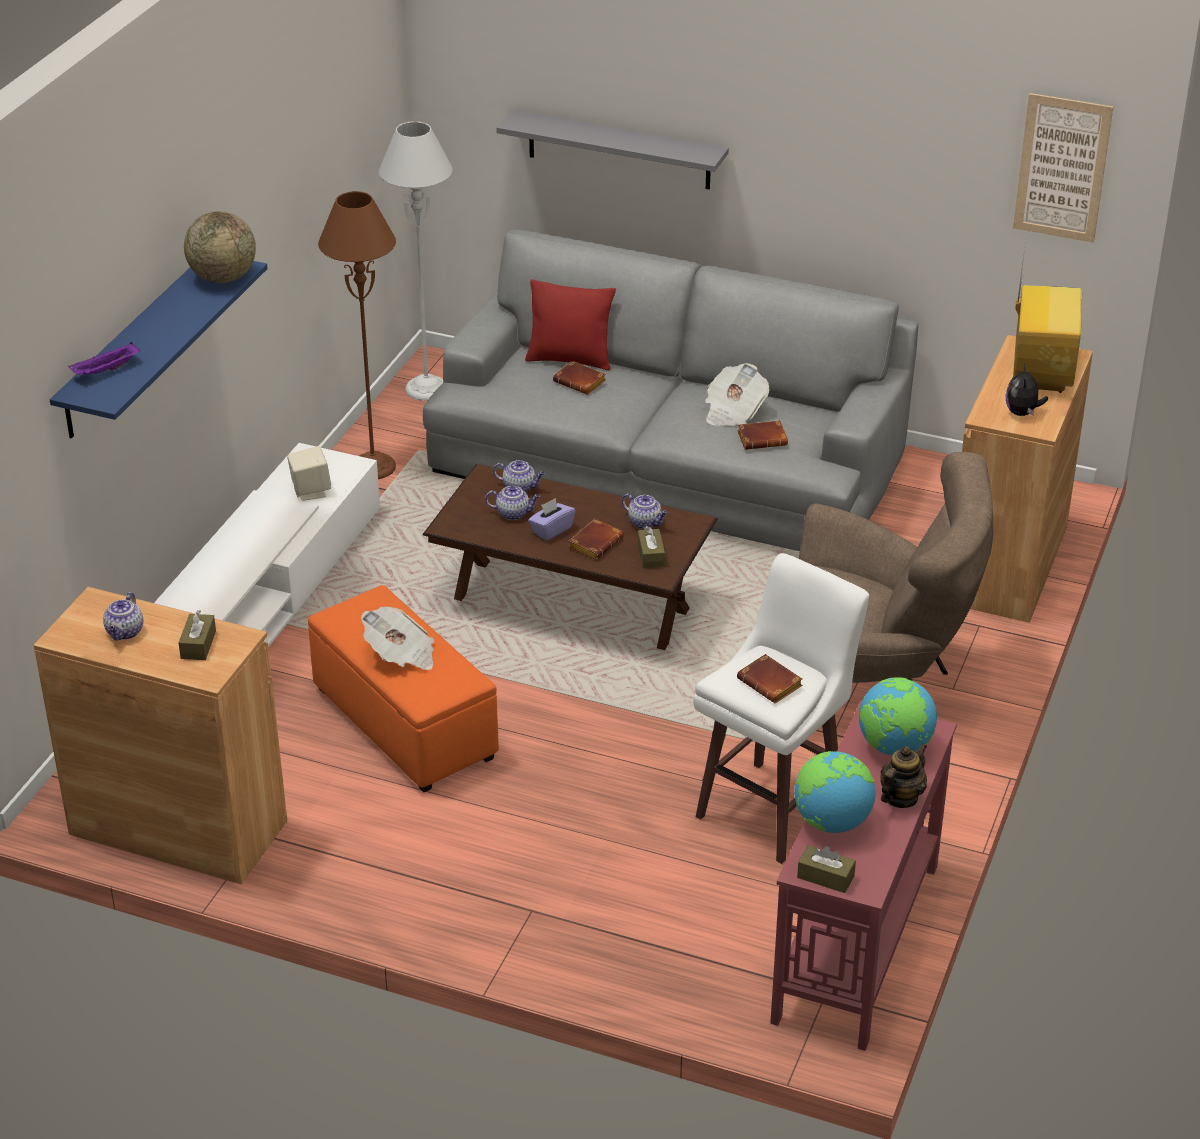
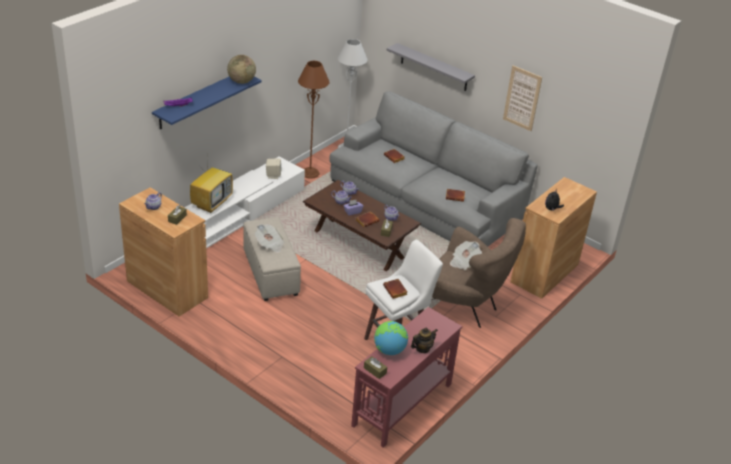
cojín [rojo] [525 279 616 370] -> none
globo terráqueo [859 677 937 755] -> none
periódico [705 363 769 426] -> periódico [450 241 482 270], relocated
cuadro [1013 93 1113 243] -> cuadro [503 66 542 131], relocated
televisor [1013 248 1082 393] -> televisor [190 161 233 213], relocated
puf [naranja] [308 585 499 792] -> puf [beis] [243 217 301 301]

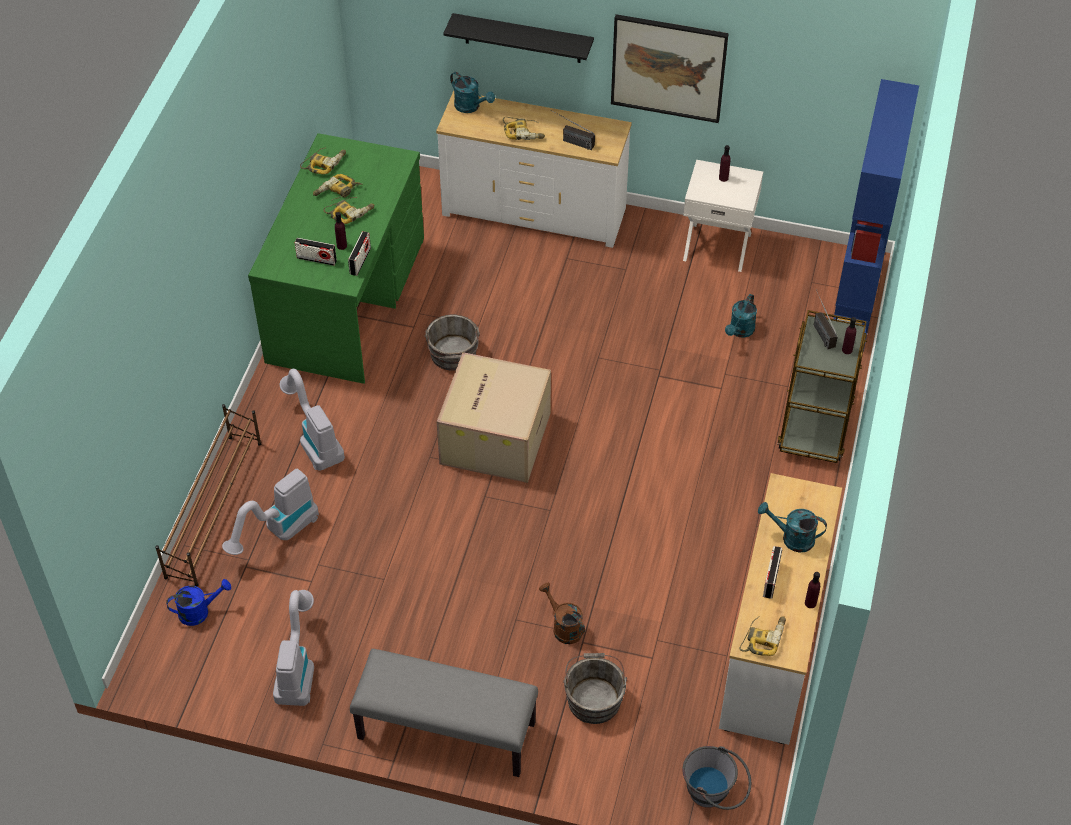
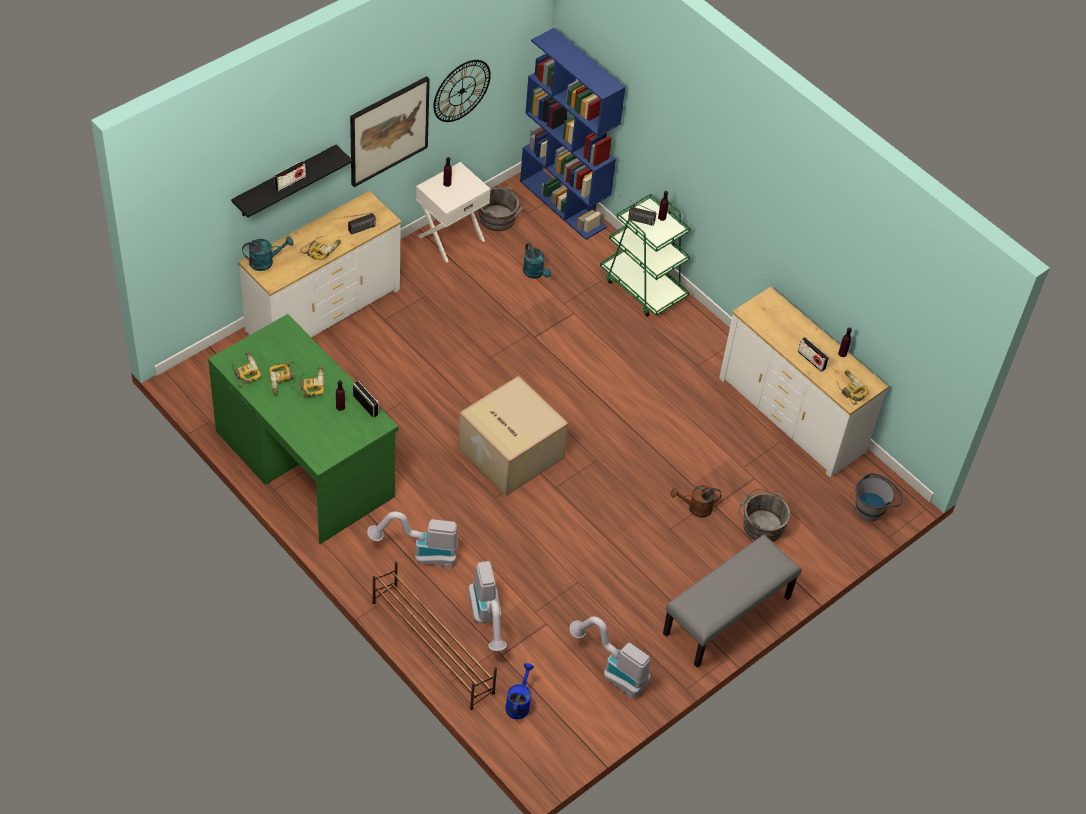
regadera [turquesa] [758 502 827 552] -> none
none -> reloj de pared [433 60 491 122]
radio [295 238 337 266] -> radio [274 161 306 192], relocated
cubo [gris] [425 315 480 371] -> cubo [gris] [479 186 524 231], relocated
carrito [marrón] [777 310 867 463] -> carrito [verde] [600 193 691 317]

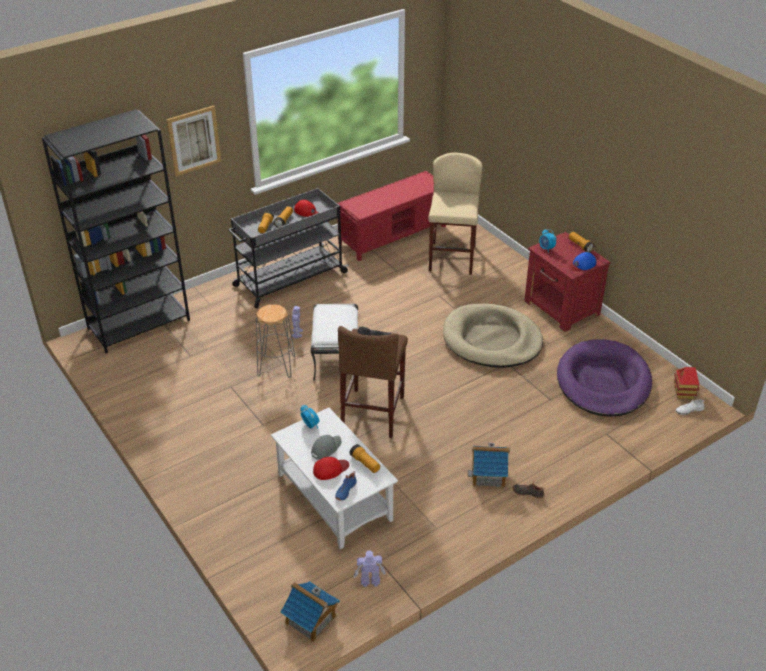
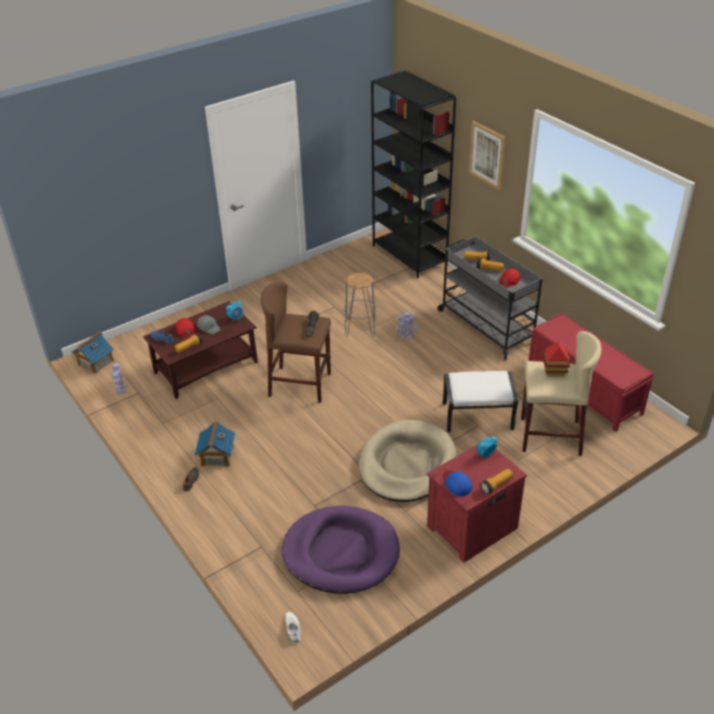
puf [blanco] [311 304 358 381] -> puf [blanco] [443 371 518 433], relocated
casita [674 367 700 399] -> casita [543 341 570 377], relocated
mesa de centro [blanco] [271 408 398 549] -> mesa de centro [marrón] [143 301 258 399]

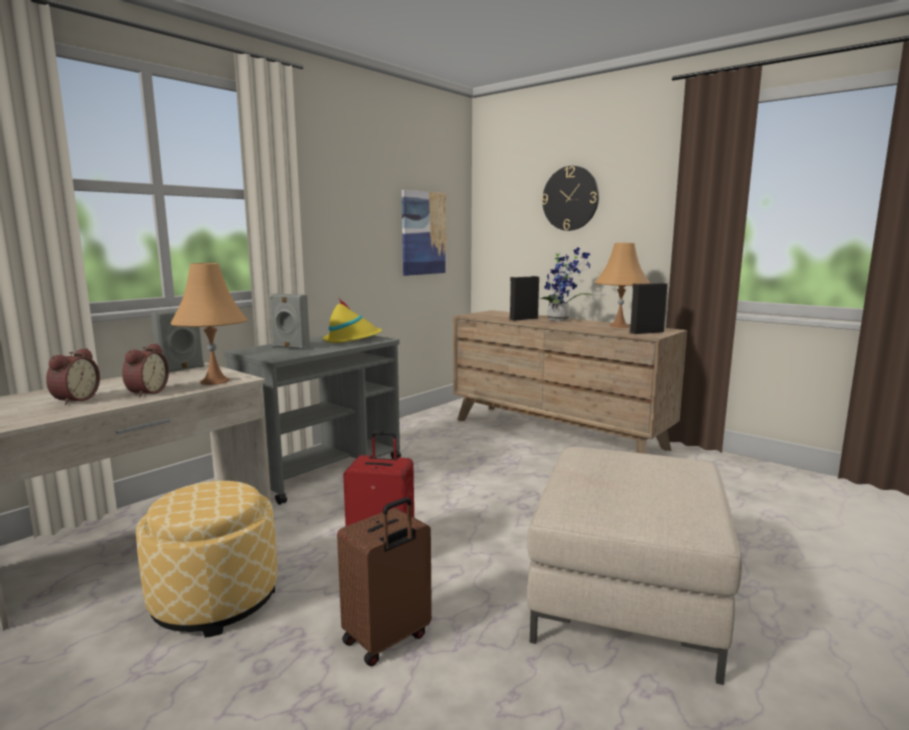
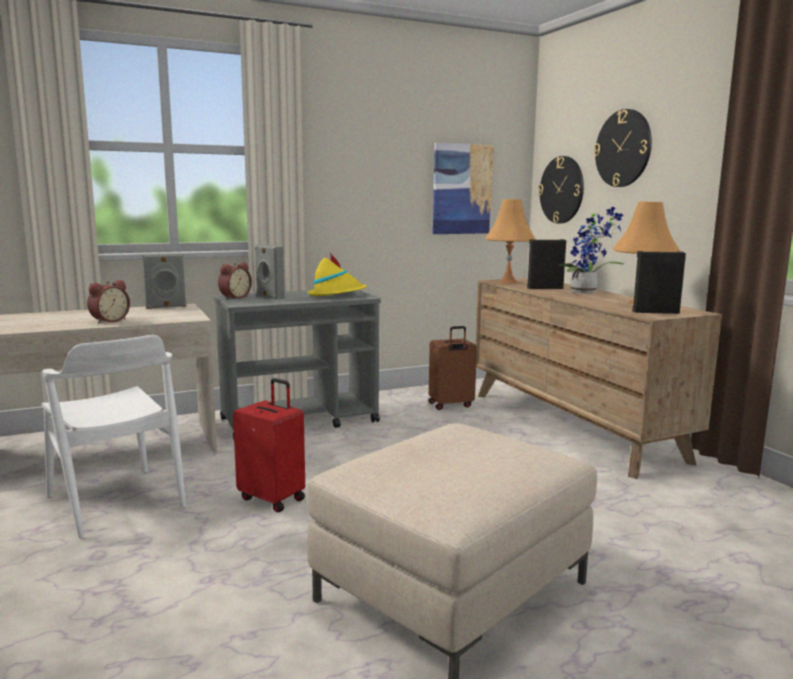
none -> reloj de pared [538 156 584 224]
despertador [46 348 100 405] -> despertador [218 262 252 300], relocated
lámpara de mesa [naranja] [171 263 247 385] -> lámpara de mesa [naranja] [485 199 536 284], relocated
maleta [marrón] [337 497 432 666] -> maleta [marrón] [428 326 477 410], relocated
puf [136 481 277 638] -> silla [blanco] [42 335 186 539]

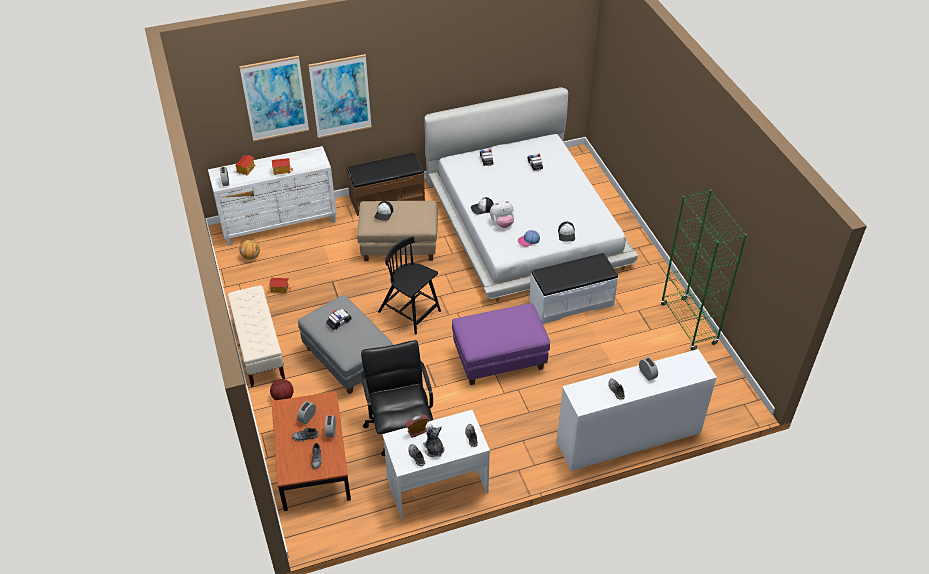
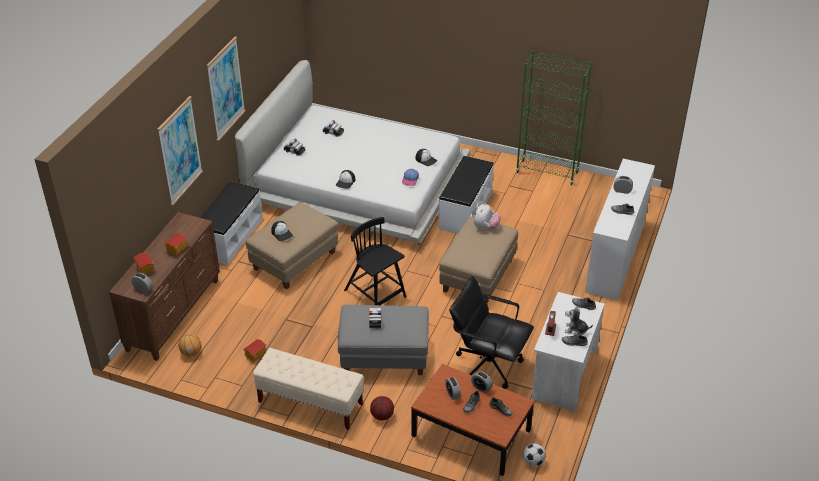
none -> balón de fútbol [523 443 546 466]
cuadro [239 56 309 142] -> cuadro [206 37 246 141], relocated
peluche [490 200 514 228] -> peluche [474 203 501 230], relocated
cómoda [blanco] [208 146 337 246] -> cómoda [marrón] [109 212 220 361]
banco [marrón] [346 153 425 216] -> banco [blanco] [200 181 263 265]
puf [morado] [452 303 550 385] -> puf [beis] [439 216 518 303]
silla [negro] [378 236 441 335] -> silla [negro] [344 217 406 305], 60 degrees clockwise

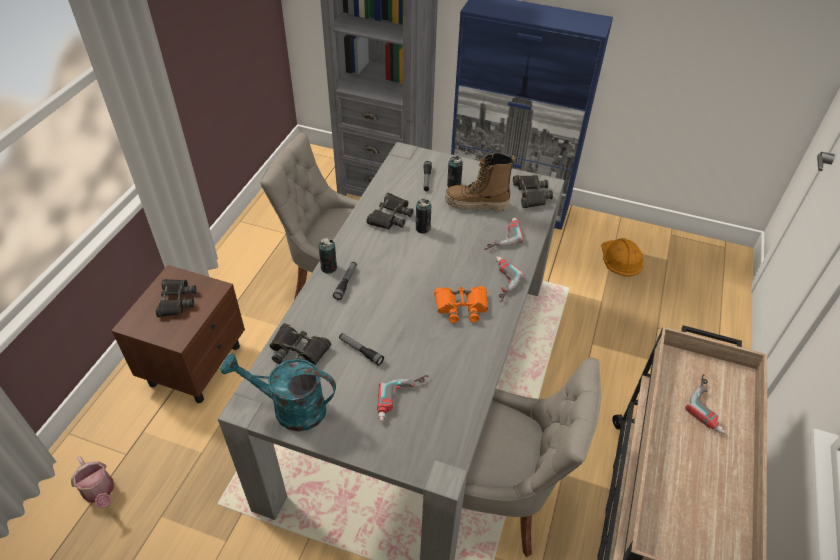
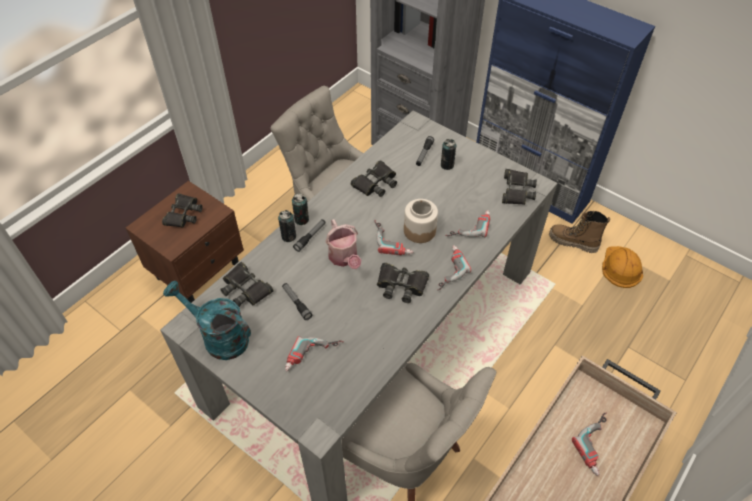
none -> taladro [374 220 413 255]
none -> tarro [404 199 438 243]
regadera [71 456 114 508] -> regadera [325 219 361 269], relocated
lata [416 199 432 233] -> lata [278 210 296 242], relocated
bota [445 153 515 212] -> bota [549 211 610 253], relocated
prismáticos [naranja] [434 286 488 323] -> prismáticos [negro] [377 263 429 303]

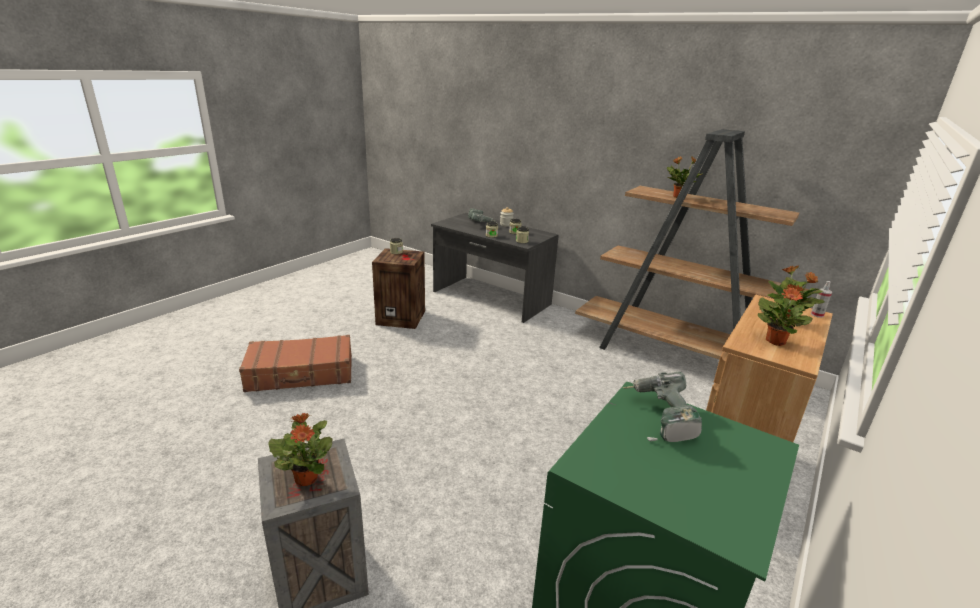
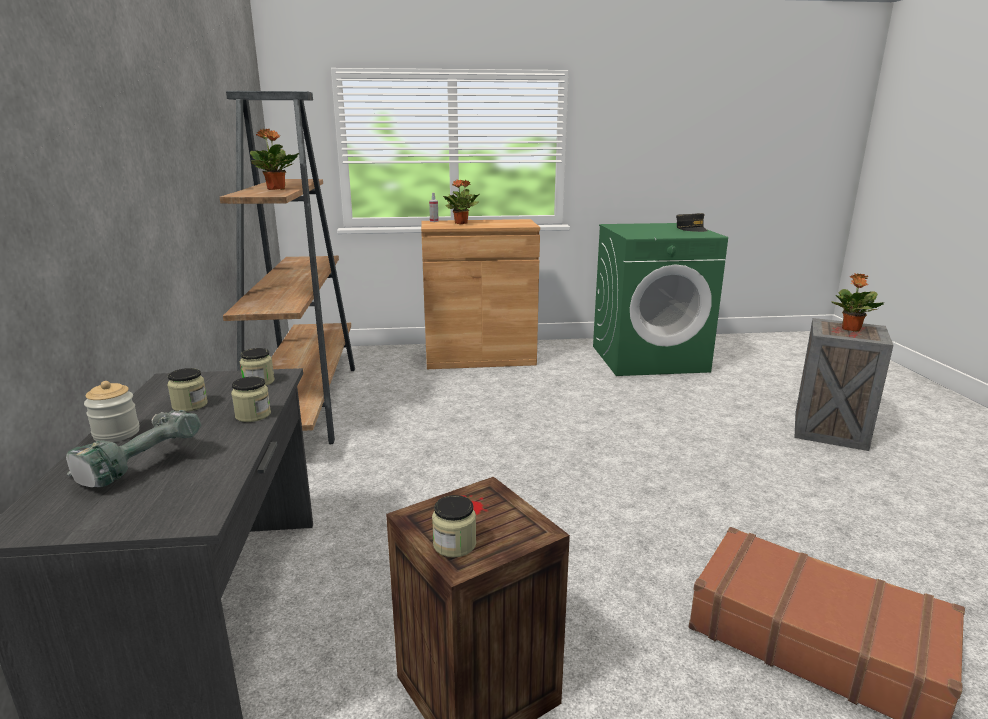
taladro [622 372 702 442] -> none
planta en maceta [757 284 814 346] -> none
none -> gorra [gris] [676 213 708 232]

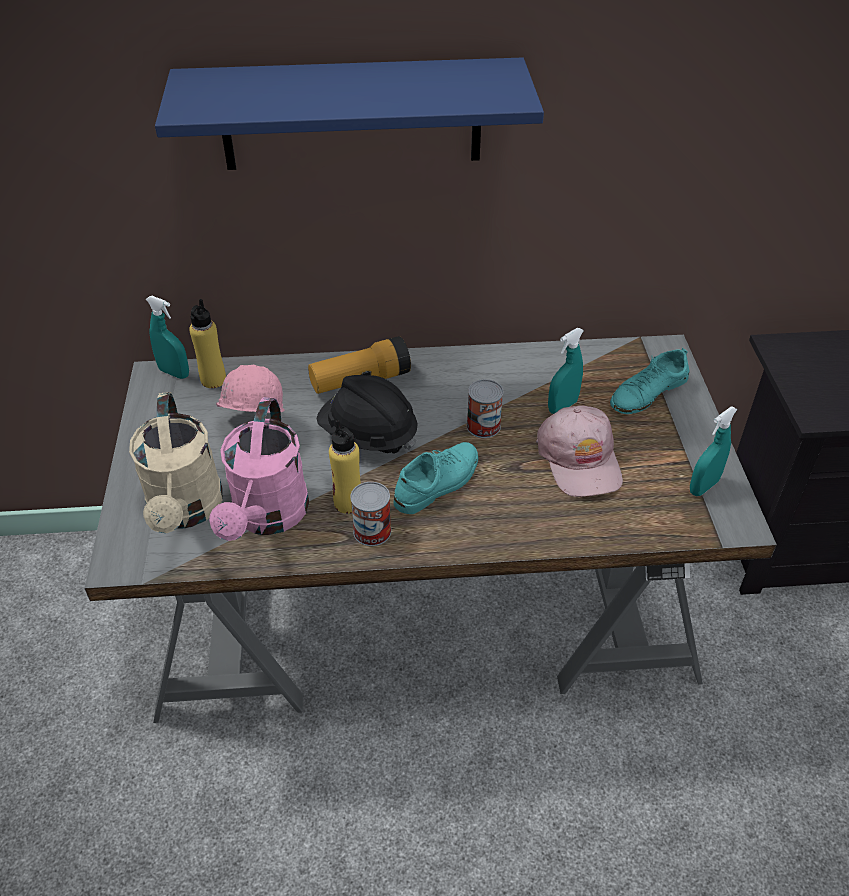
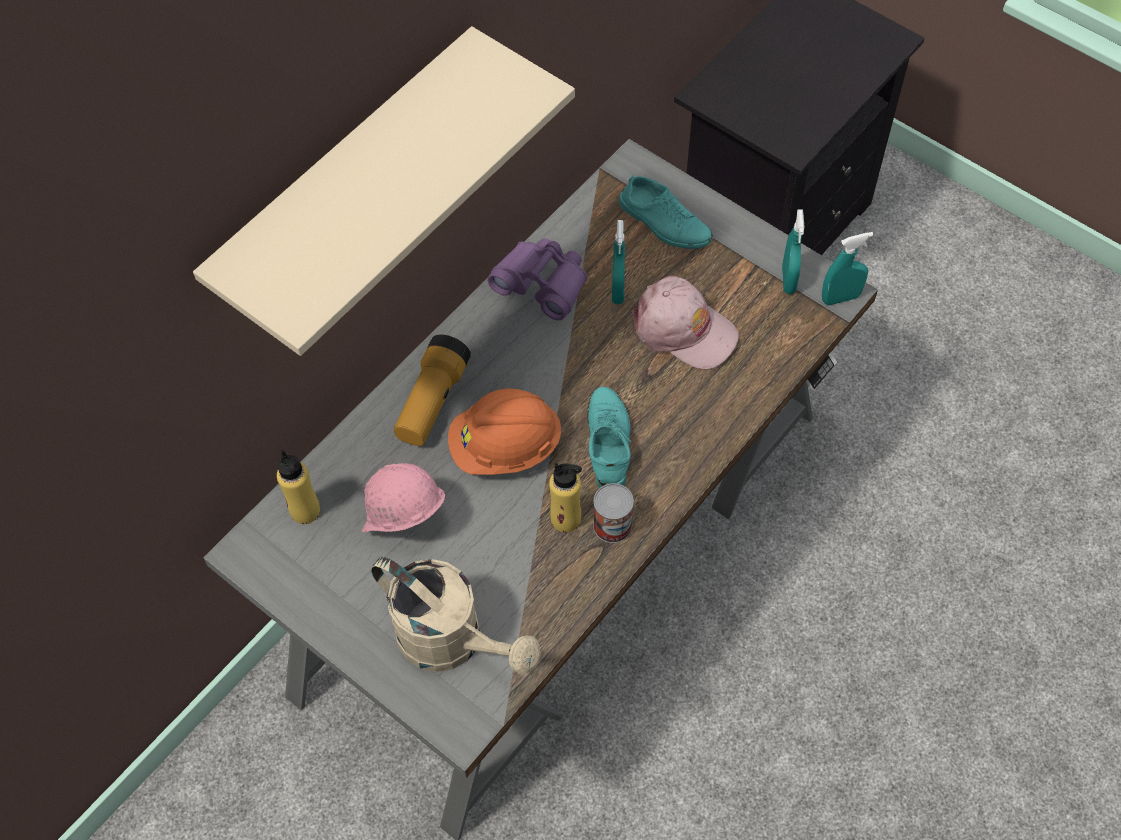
regadera [rosa] [209 397 309 541] -> none
lata [467 379 503 438] -> none
none -> prismáticos [morado] [487 239 587 320]
pulverizador [turquesa] [145 295 189 379] -> pulverizador [turquesa] [822 232 874 305], relocated
estante [azul] [155 58 544 170] -> estante [beis] [193 26 575 356]
casco [negro] [317 375 418 454] -> casco [naranja] [448 389 562 475]
zapato [turquesa] [610 348 690 414] -> zapato [turquesa] [619 174 713 249], 60 degrees counterclockwise

